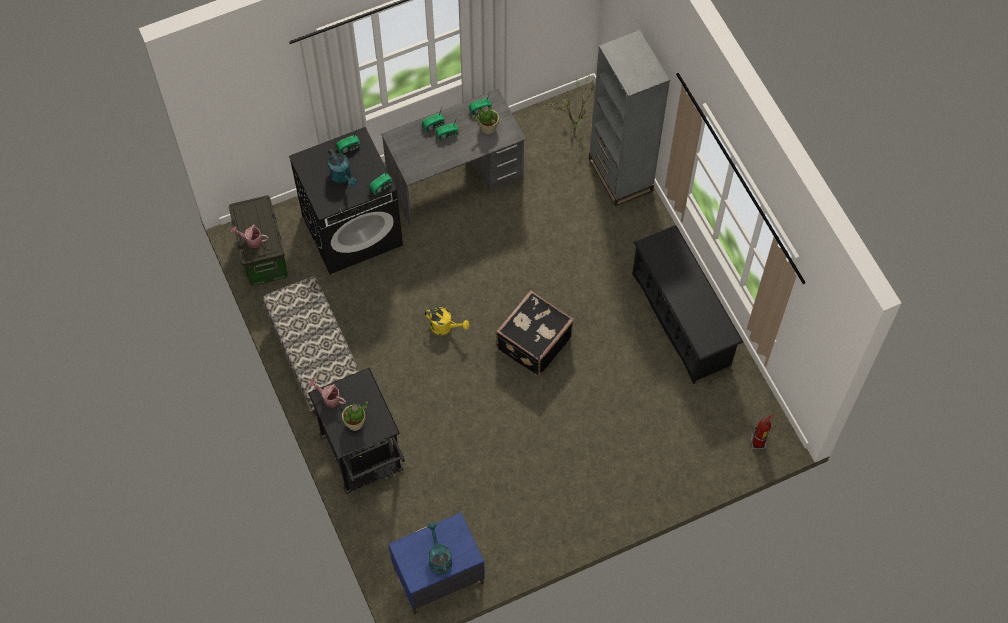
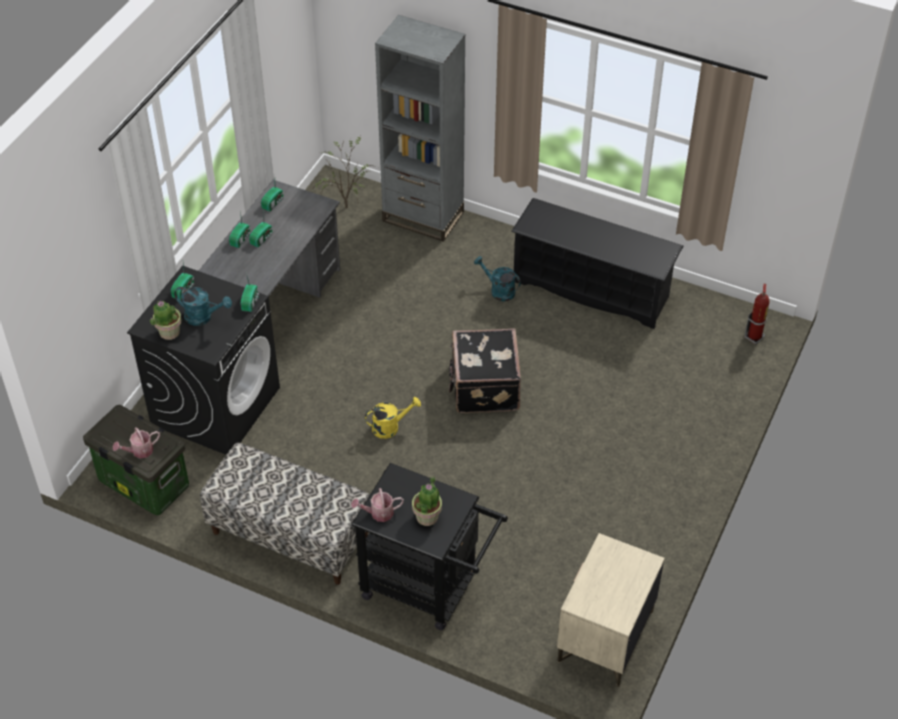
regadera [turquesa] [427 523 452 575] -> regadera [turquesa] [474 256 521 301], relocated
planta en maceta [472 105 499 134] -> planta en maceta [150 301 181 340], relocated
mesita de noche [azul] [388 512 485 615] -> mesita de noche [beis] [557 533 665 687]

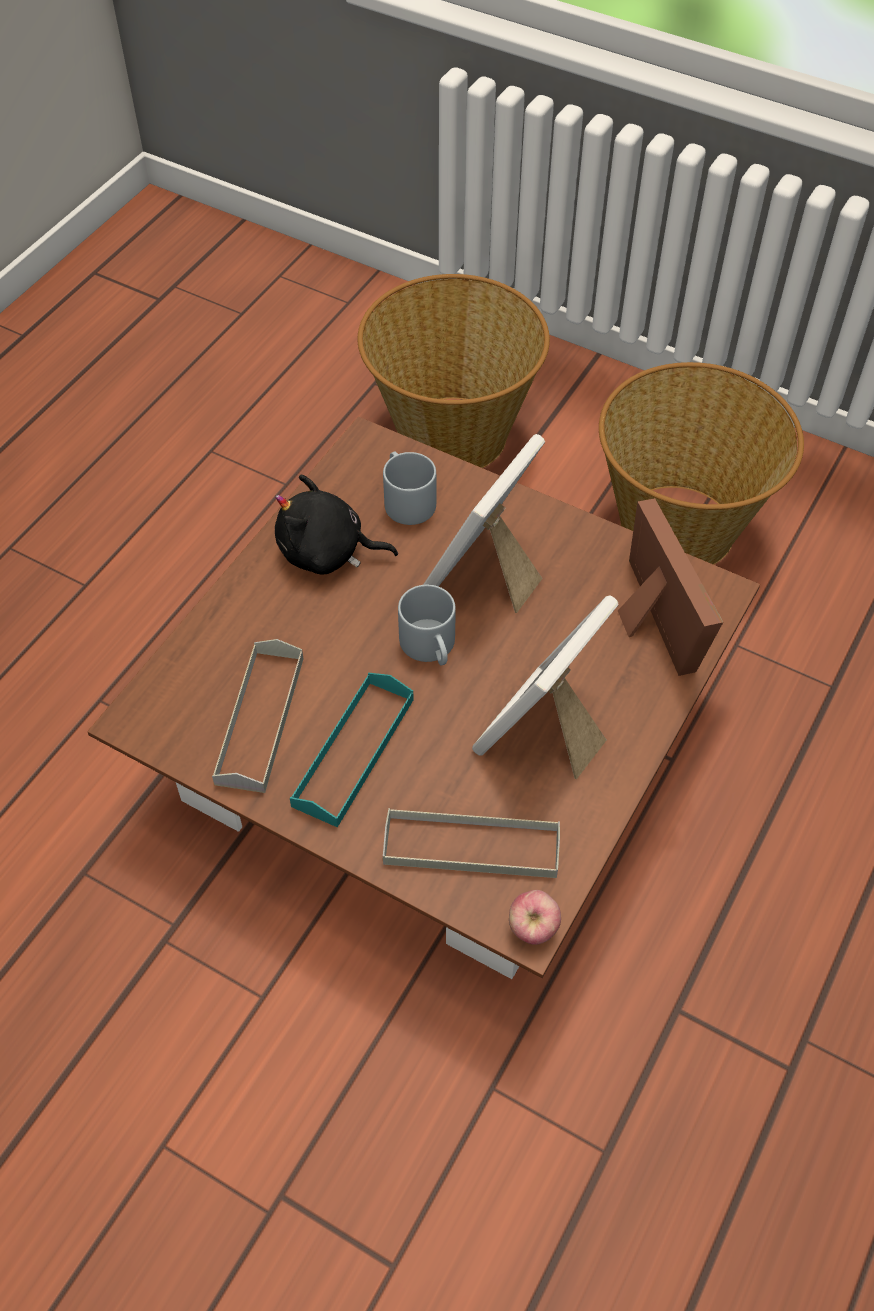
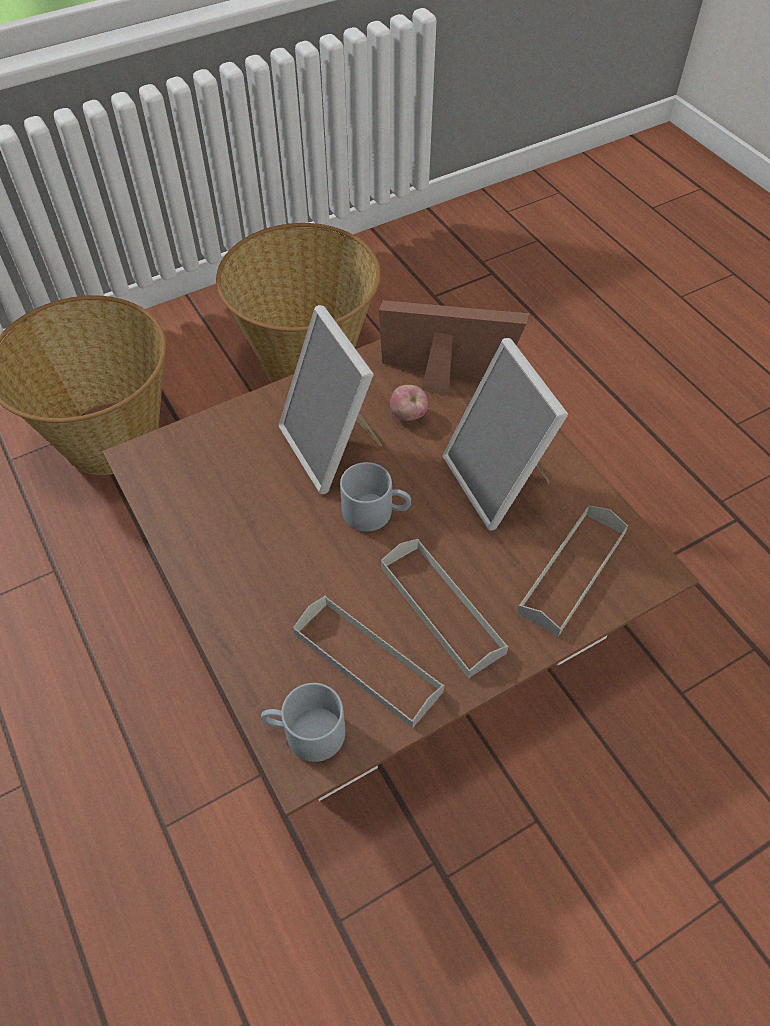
peluche [negro] [275 475 398 574] -> none
taza grande [gris] [383 452 436 525] -> taza grande [gris] [261 683 345 762], relocated
manzana [509 890 561 945] -> manzana [390 385 428 421], relocated
bandeja [turquesa] [290 673 414 828] -> bandeja [gris] [381 539 509 678]

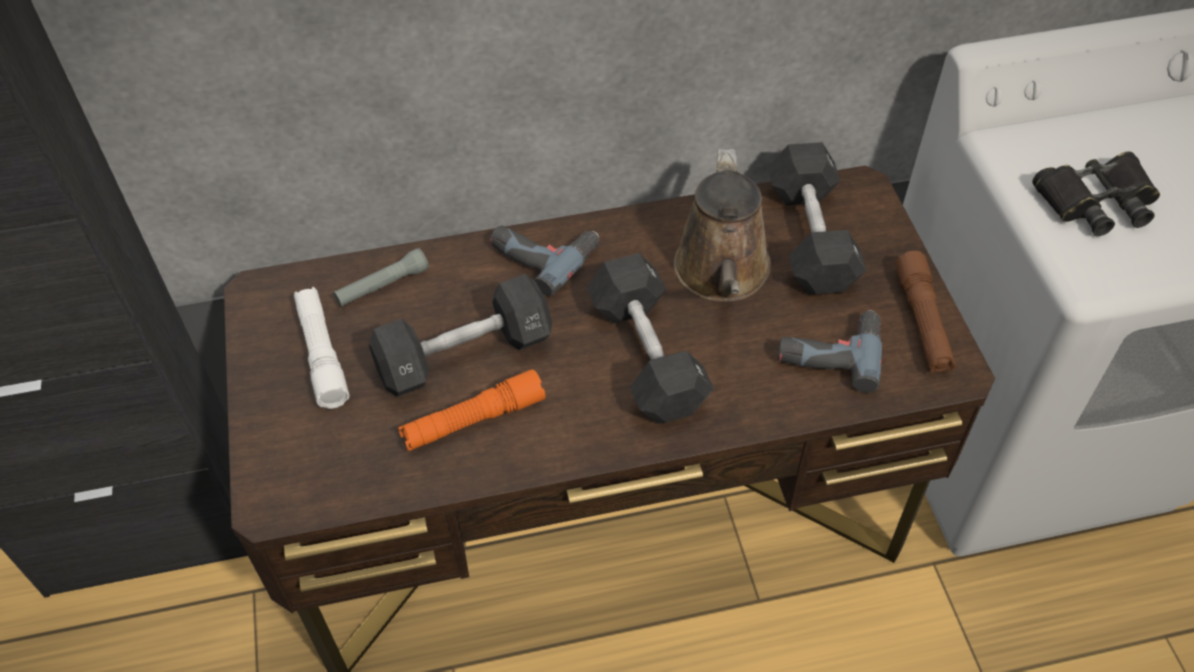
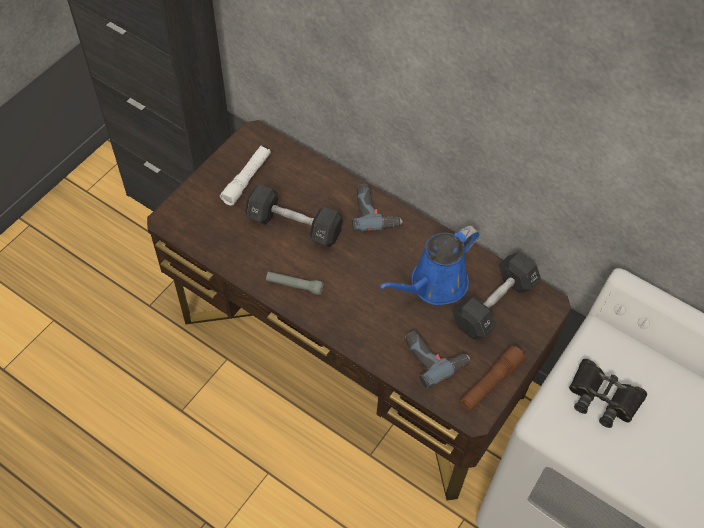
linterna [naranja] [398 369 546 451] -> none
mancuerna [negro] [587 253 714 424] -> none
linterna [gris] [334 248 429 307] -> linterna [gris] [266 271 323 295], relocated
regadera [marrón] [674 149 771 302] -> regadera [azul] [380 226 480 305]

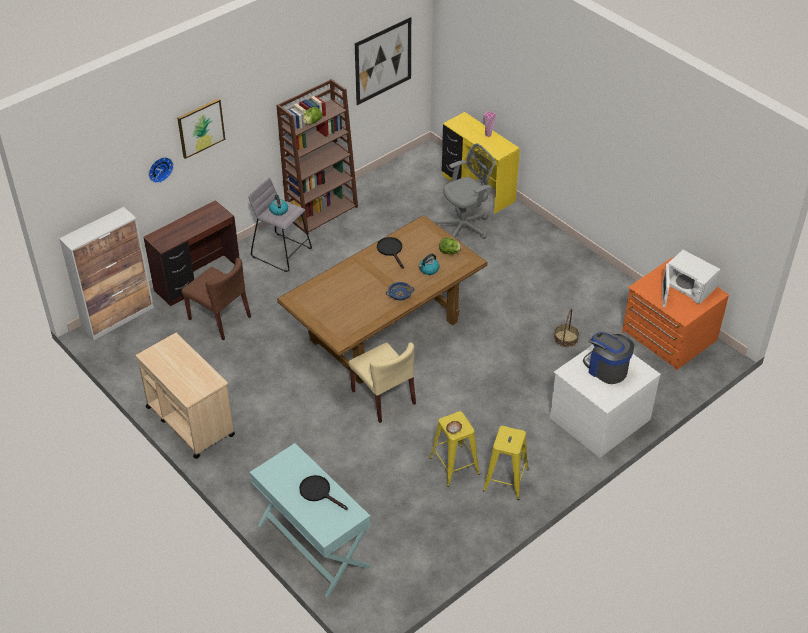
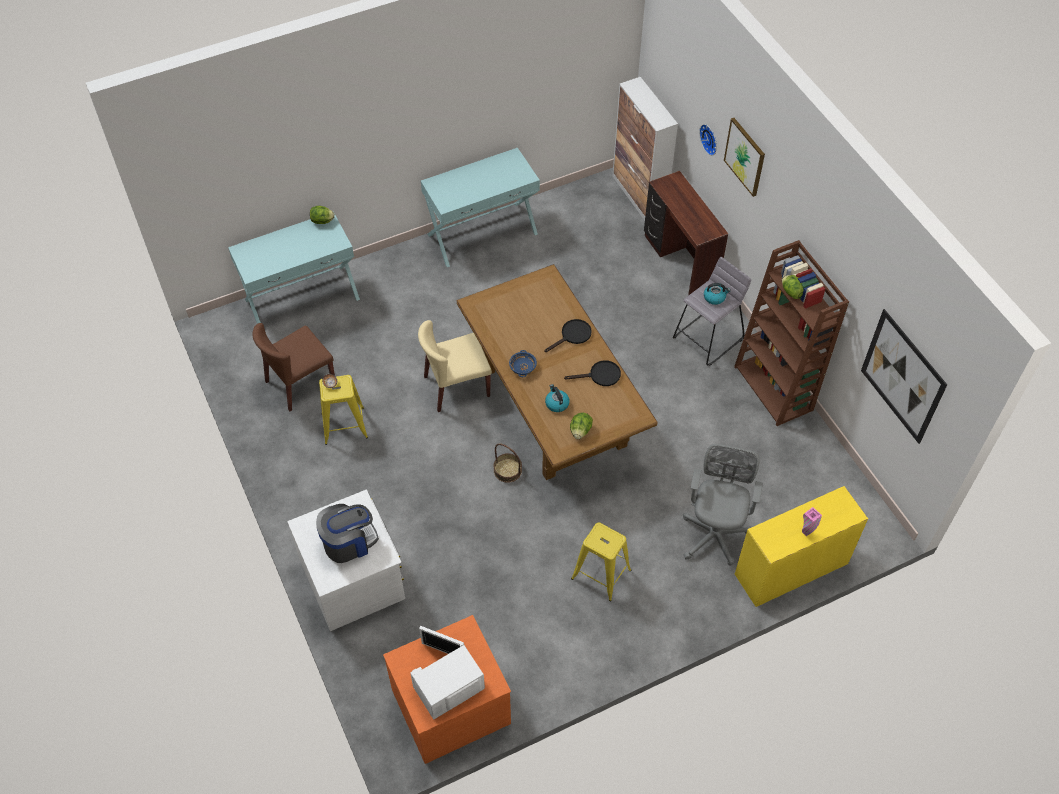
none -> lechuga [310 206 335 224]
silla [marrón] [181 258 251 341] -> silla [marrón] [252 323 335 412], relocated
sartén [negro] [299 475 348 510] -> sartén [negro] [545 319 592 352], relocated
taburete [amarillo] [483 426 529 500] -> taburete [amarillo] [571 522 631 601], relocated
cesta [554 309 579 347] -> cesta [493 443 522 483], relocated
carrito [beis] [136 333 235 459] -> mesa consola [turquesa] [421 148 540 267]
silla de oficina [gris] [433 143 496 239] -> silla de oficina [gris] [683 444 763 566], 150 degrees counterclockwise

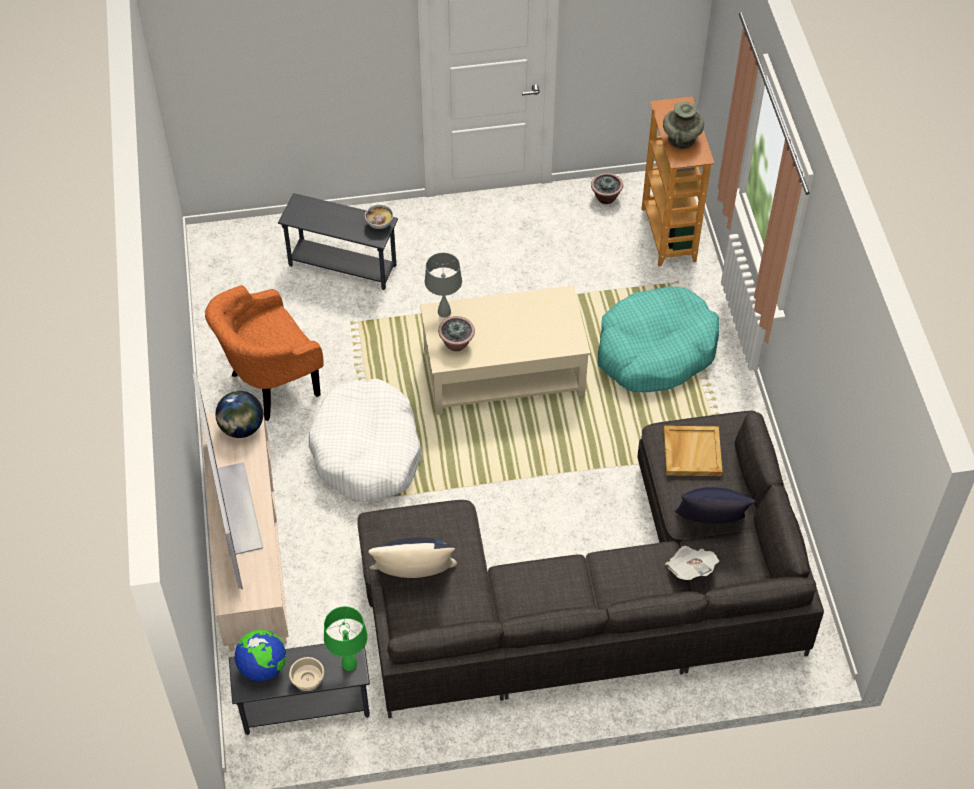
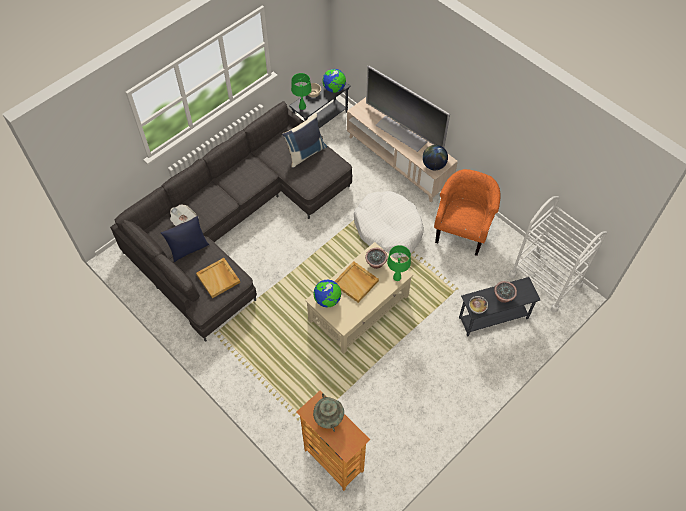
cama para perro [turquesa] [598 286 719 392] -> none
none -> globo terráqueo [313 279 342 307]
none -> bandeja [beis] [335 262 379 303]
none -> carrito [blanco] [509 196 607 312]
planta en maceta [591 173 623 204] -> planta en maceta [494 281 517 303], relocated
lámpara de mesa [gris] [425 253 462 317] -> lámpara de mesa [verde] [387 245 411 281]

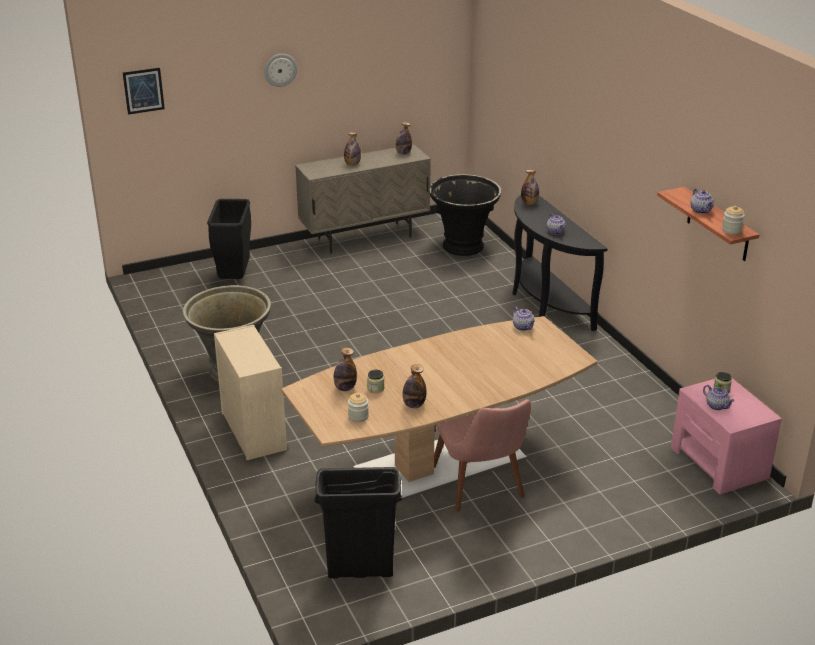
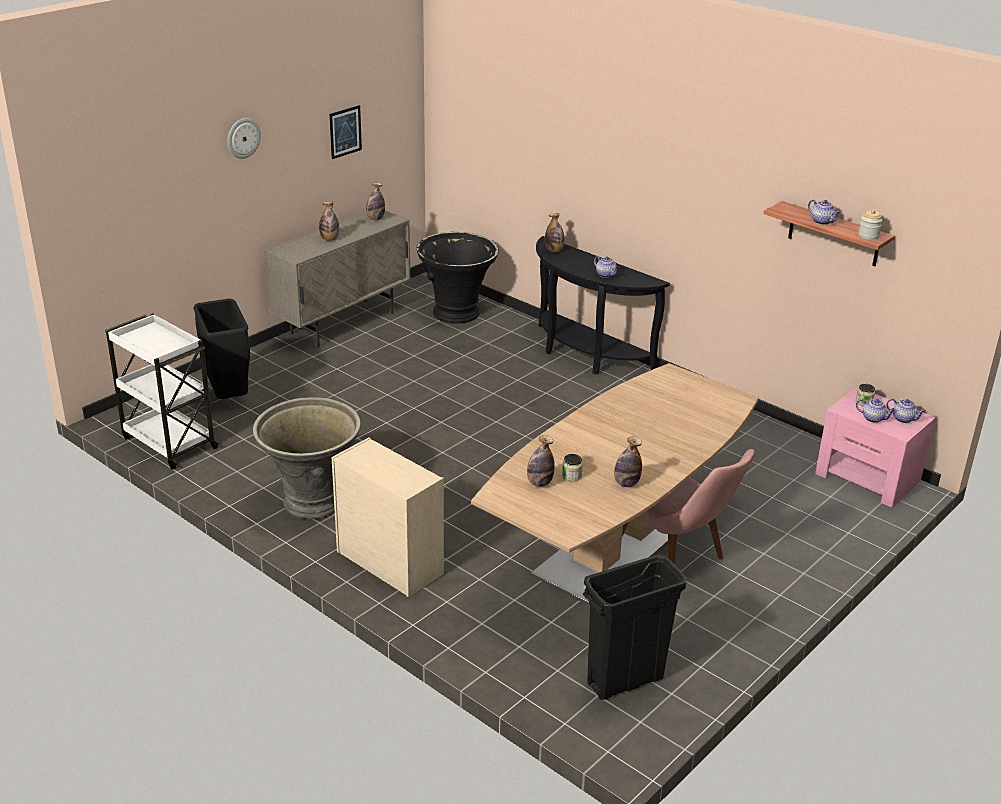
tarro [348 393 369 422] -> none
none -> carrito [blanco] [105 313 219 470]
cuadro [123 68 165 115] -> cuadro [329 105 362 159], relocated
tetera [512 307 535 331] -> tetera [886 399 926 423], relocated

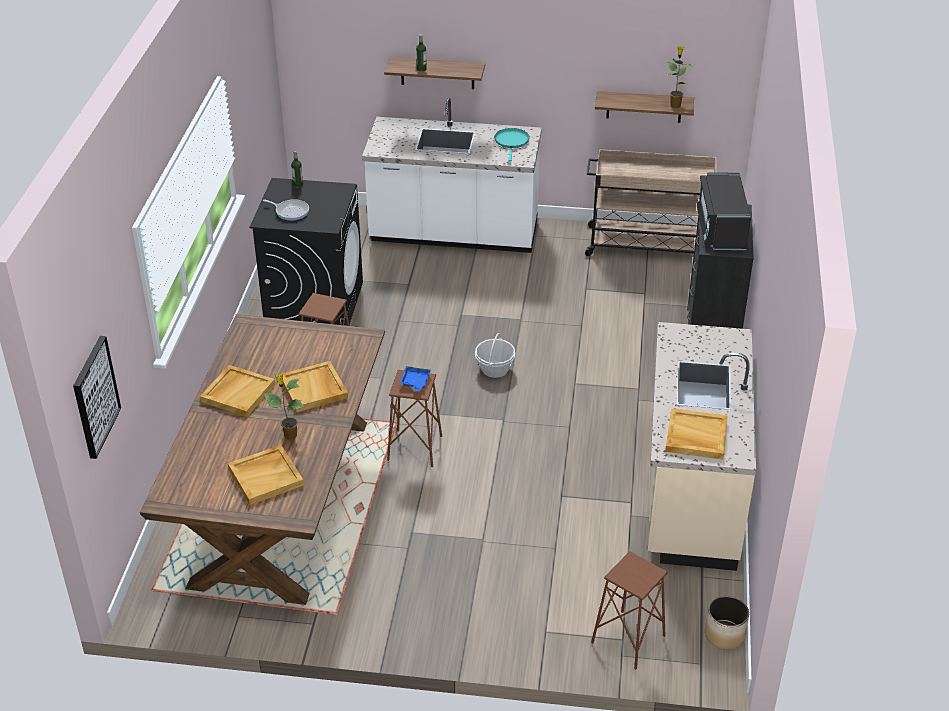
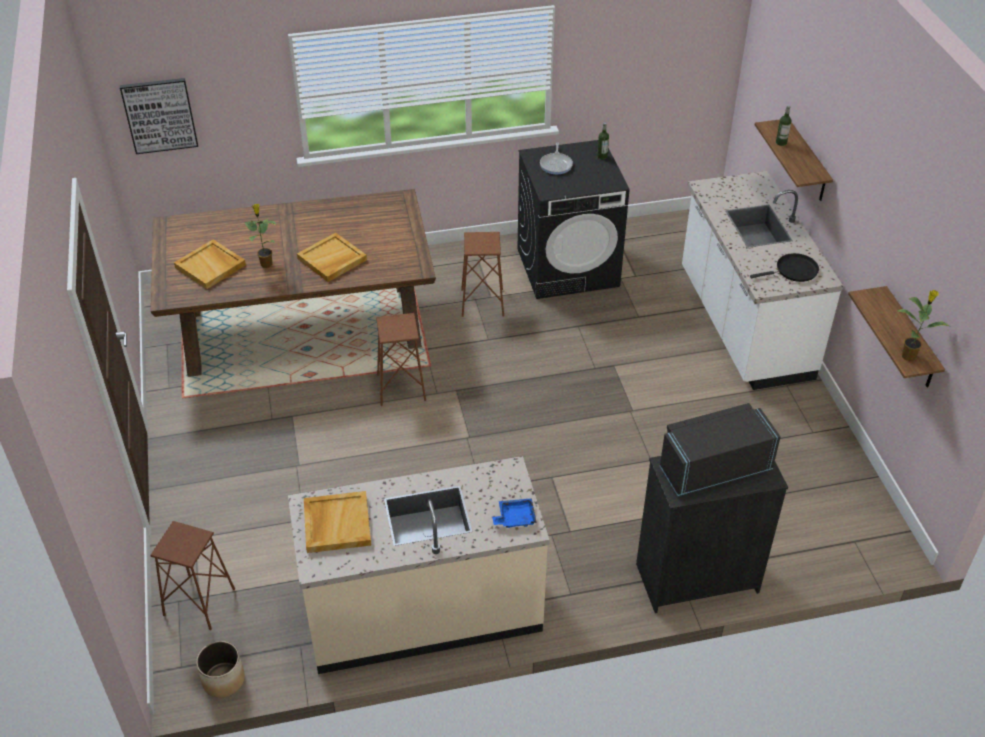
bandeja [beis] [200 365 275 417] -> none
cesta [475 333 515 378] -> none
carrito [beis] [585 149 717 256] -> none
bandeja [azul] [399 366 431 391] -> bandeja [azul] [492 498 537 528], relocated
sartén [turquesa] [494 128 530 162] -> sartén [negro] [750 253 819 282]

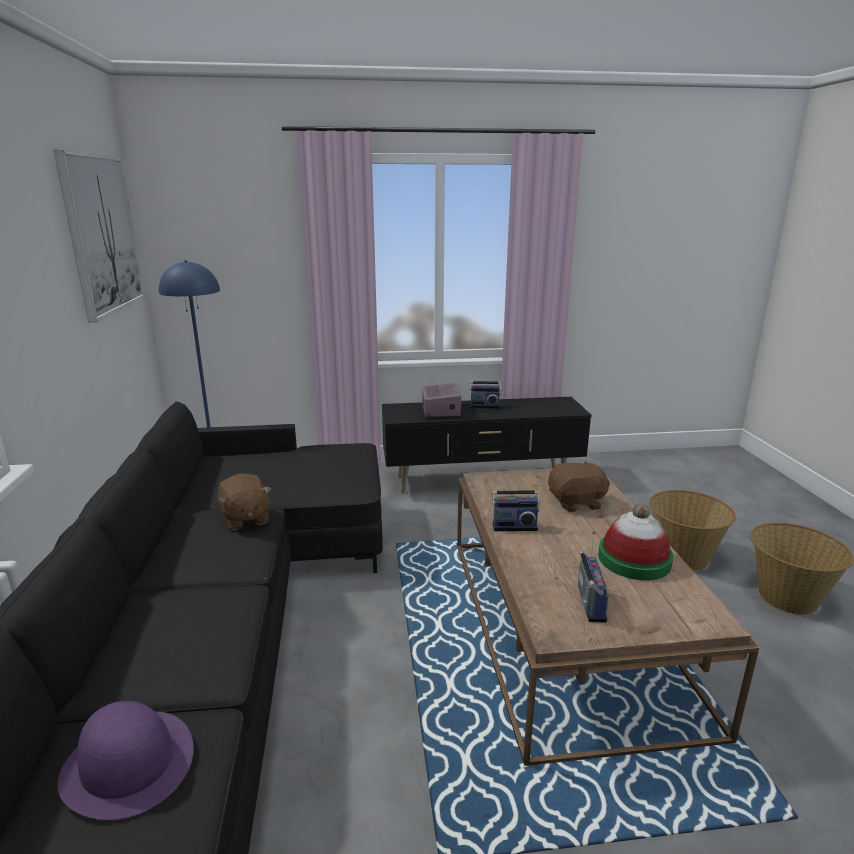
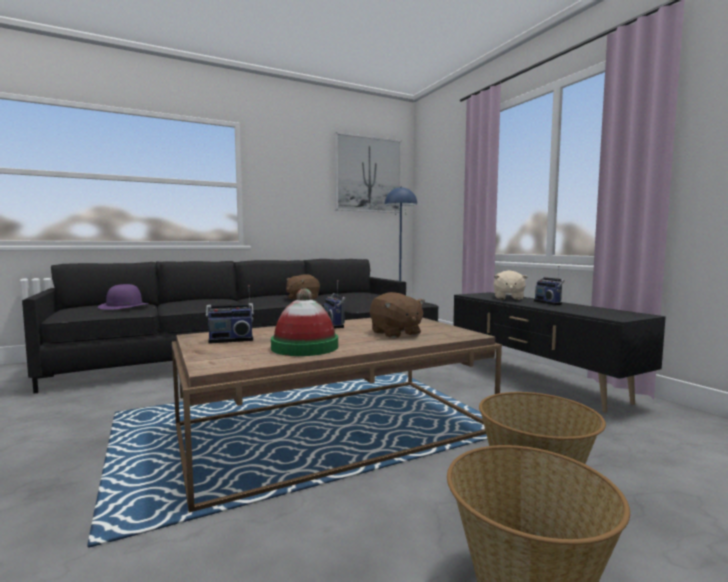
radio [422 383 462 417] -> peluche [beis] [493 270 528 300]

